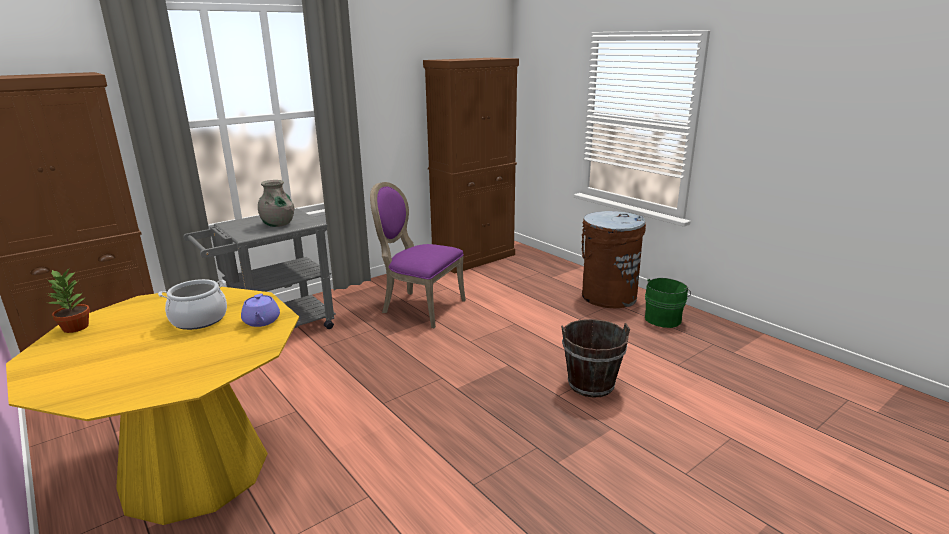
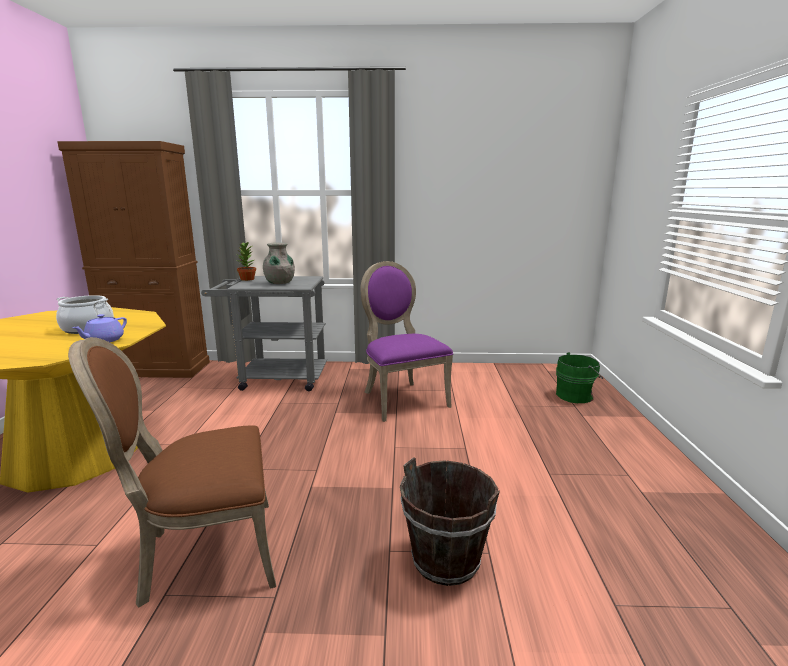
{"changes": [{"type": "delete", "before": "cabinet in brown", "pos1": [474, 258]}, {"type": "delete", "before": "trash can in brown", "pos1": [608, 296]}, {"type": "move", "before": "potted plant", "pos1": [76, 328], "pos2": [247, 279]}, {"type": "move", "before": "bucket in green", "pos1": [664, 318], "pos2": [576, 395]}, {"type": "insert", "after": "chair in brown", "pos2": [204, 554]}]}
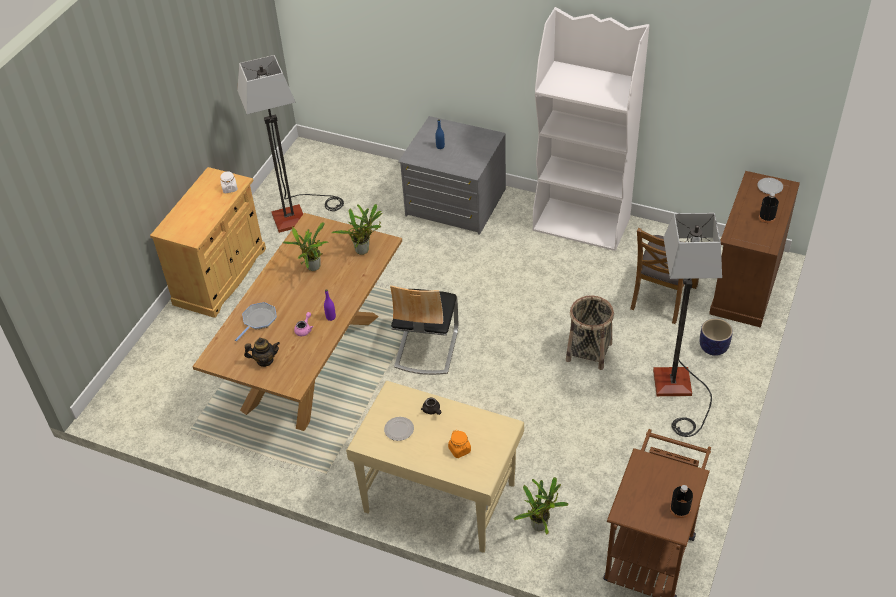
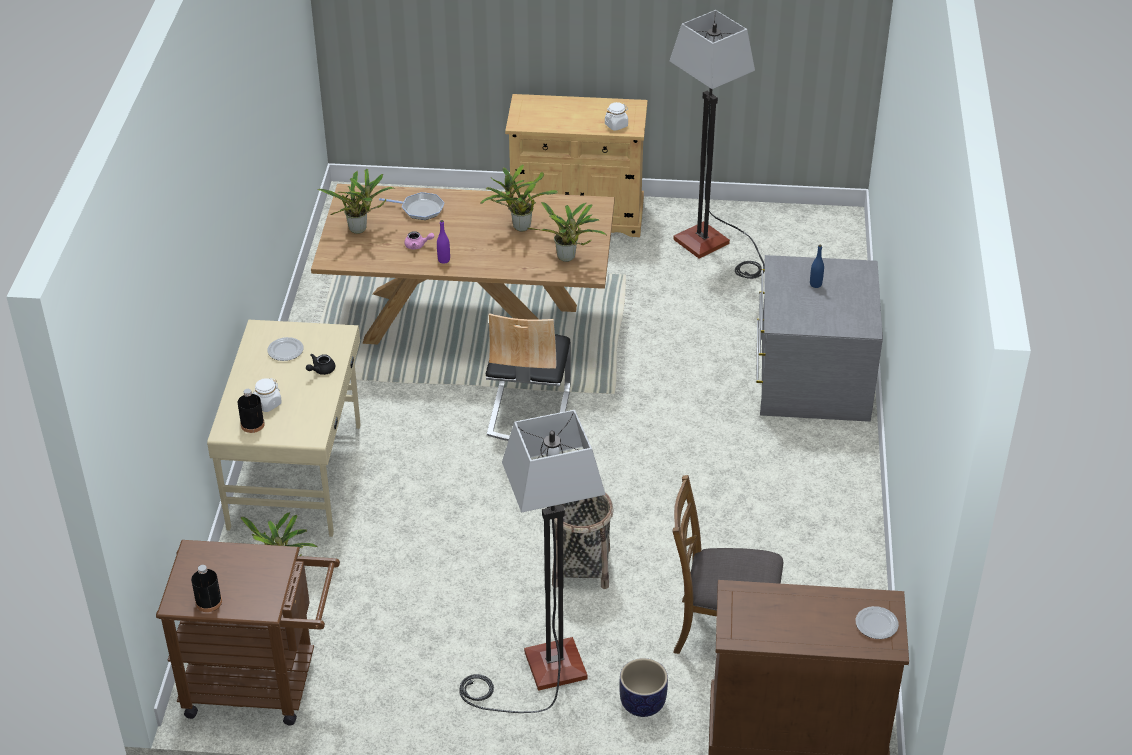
{"changes": [{"type": "delete", "before": "bookcase in white", "pos1": [582, 224]}, {"type": "move", "before": "bottle in black", "pos1": [767, 217], "pos2": [252, 424]}, {"type": "rotate", "before": "chair", "pos1": [426, 348], "pos2": [528, 411], "turn": -75}, {"type": "replace", "before": "teapot", "after": "potted plant", "pos1": [265, 360], "pos2": [360, 229]}, {"type": "recolor", "before": "jar in orange", "after": "jar in white", "pos1": [459, 450], "pos2": [267, 404]}]}
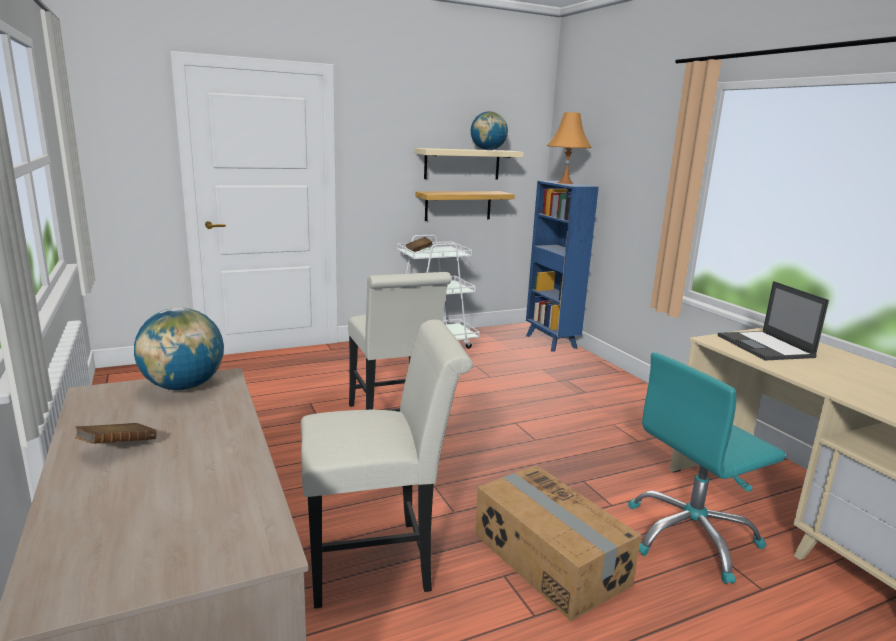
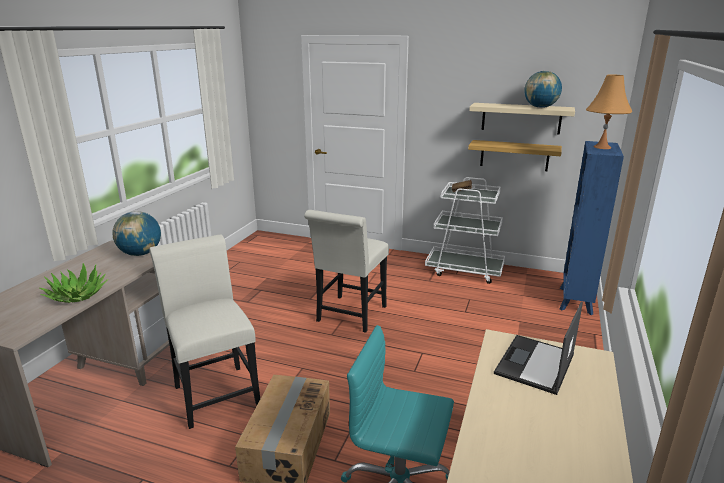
{"changes": [{"type": "rotate", "before": "chair in white", "pos1": [379, 560], "pos2": [214, 391], "turn": -150}, {"type": "delete", "before": "book in brown", "pos1": [118, 448]}, {"type": "insert", "after": "potted plant", "pos2": [77, 295]}]}
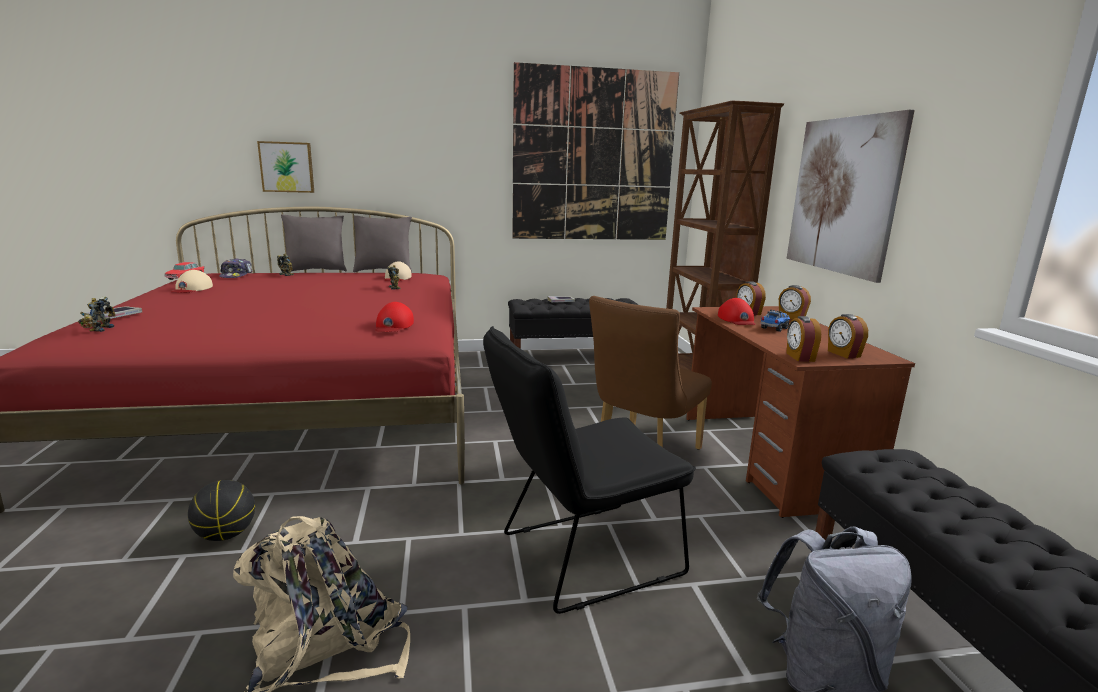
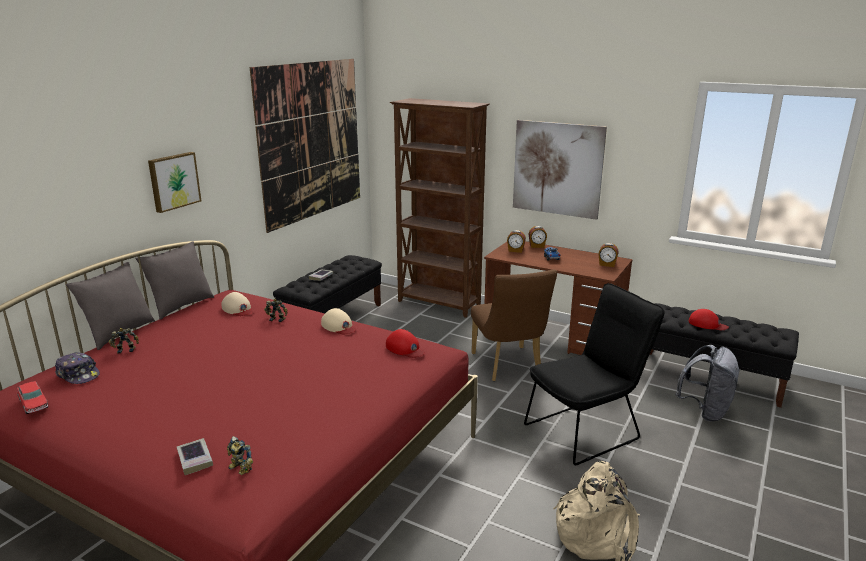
{"changes": [{"type": "move", "before": "picture", "pos1": [287, 167], "pos2": [173, 181]}, {"type": "move", "before": "cap in beige", "pos1": [192, 289], "pos2": [339, 326]}, {"type": "move", "before": "cap in red", "pos1": [737, 319], "pos2": [707, 324]}, {"type": "delete", "before": "alarm clock", "pos1": [799, 357]}, {"type": "rotate", "before": "chair in black", "pos1": [579, 557], "pos2": [587, 430], "turn": -135}, {"type": "delete", "before": "basketball", "pos1": [226, 535]}]}
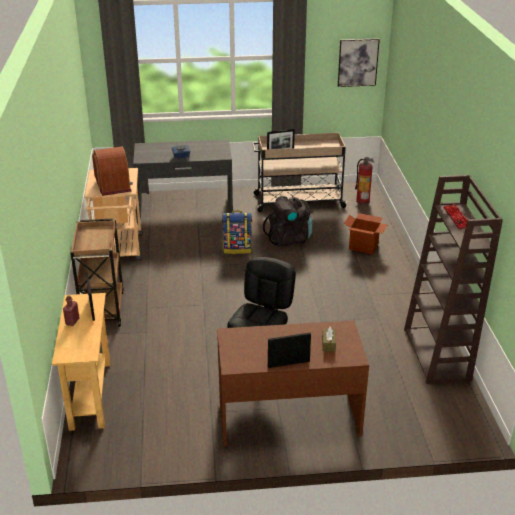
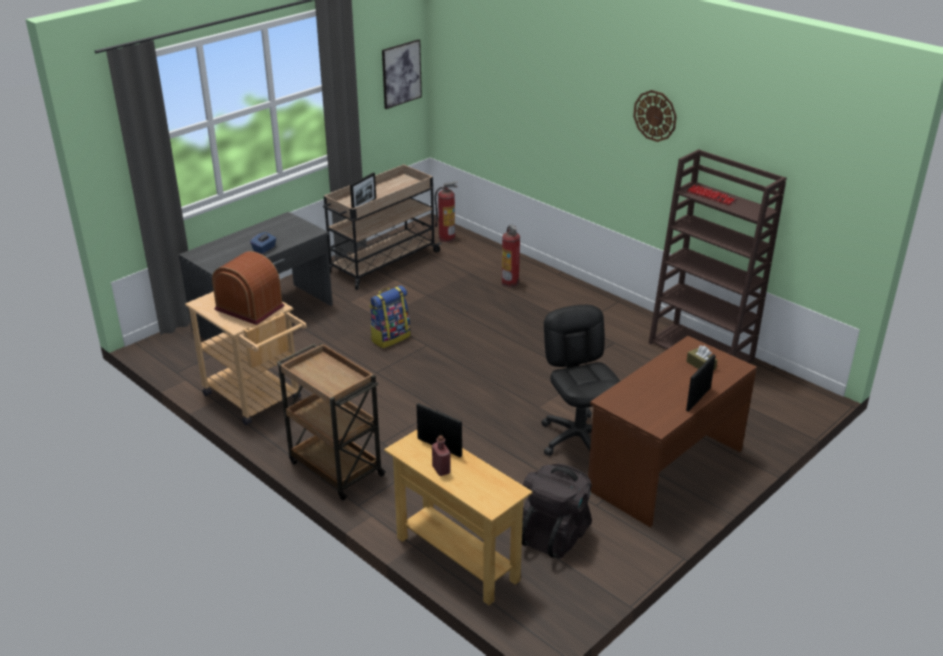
{"changes": [{"type": "move", "before": "backpack in black", "pos1": [289, 239], "pos2": [555, 534]}, {"type": "replace", "before": "cardboard box", "after": "fire extinguisher", "pos1": [363, 247], "pos2": [510, 283]}, {"type": "insert", "after": "wall clock", "pos2": [655, 115]}]}
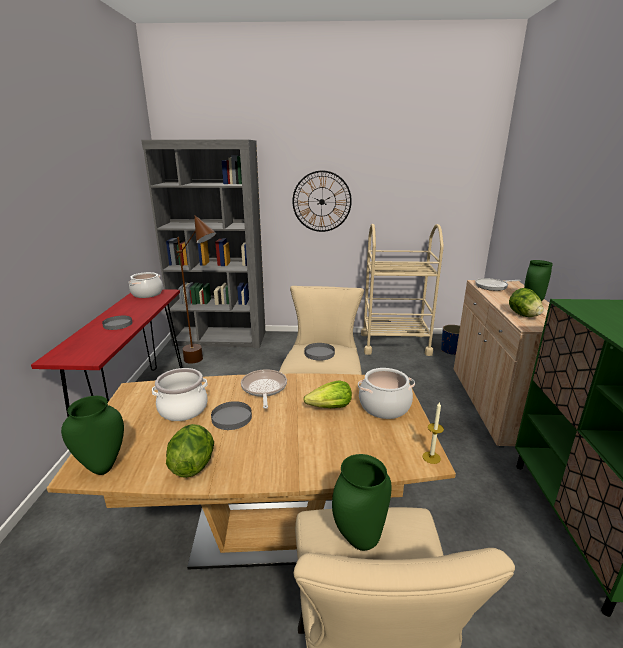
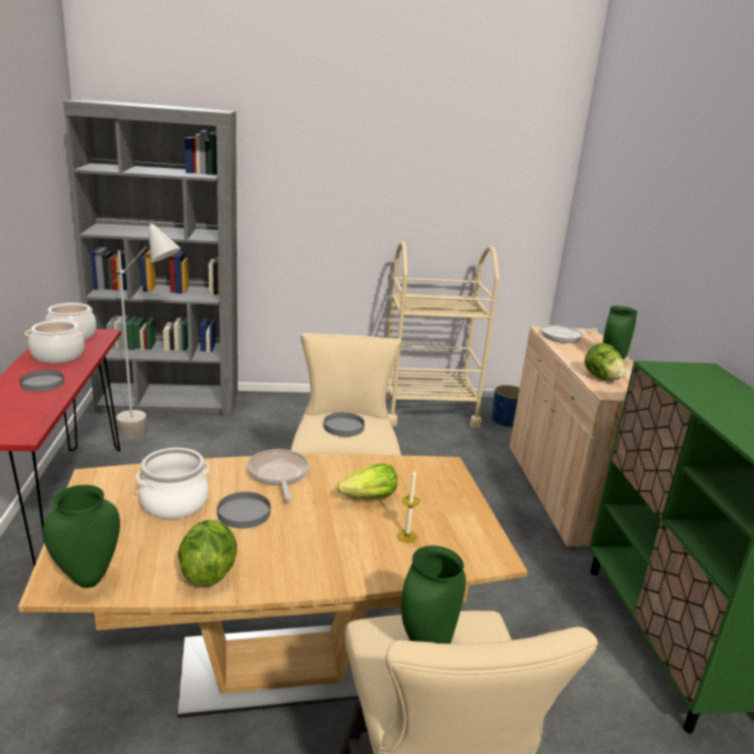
{"changes": [{"type": "delete", "before": "wall clock", "pos1": [321, 201]}, {"type": "recolor", "before": "floor lamp in brown", "after": "floor lamp in grey", "pos1": [205, 362], "pos2": [152, 438]}, {"type": "move", "before": "cooking pot", "pos1": [384, 406], "pos2": [57, 356]}, {"type": "move", "before": "candle", "pos1": [431, 457], "pos2": [407, 536]}]}
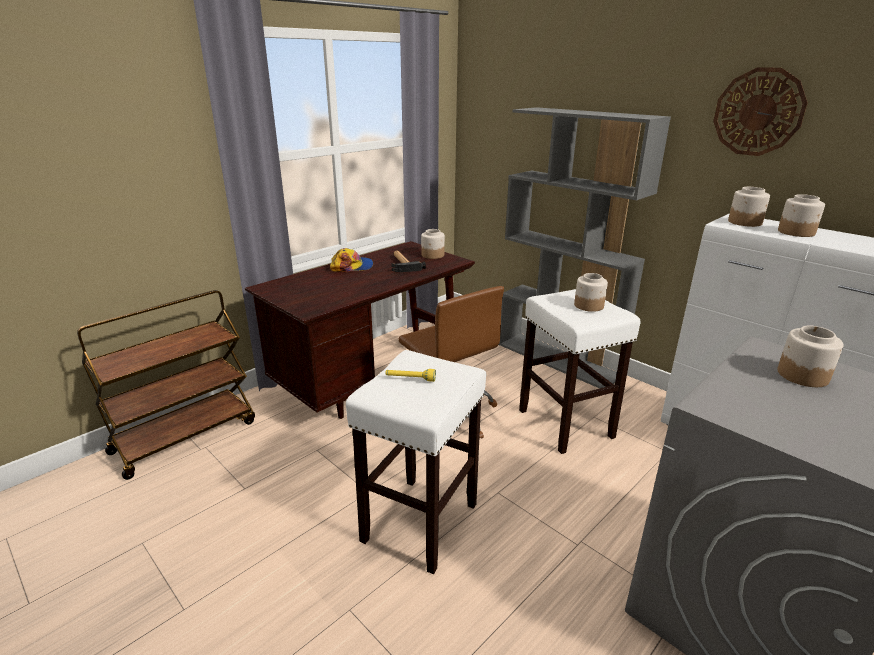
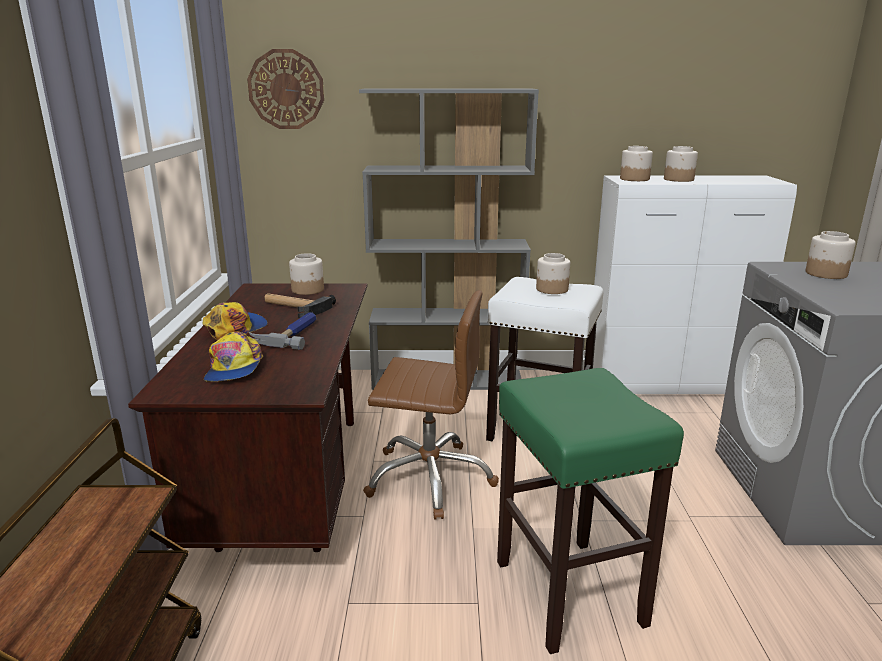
{"changes": [{"type": "move", "before": "wall clock", "pos1": [758, 112], "pos2": [286, 89]}, {"type": "recolor", "before": "stool in white", "after": "stool in green", "pos1": [420, 521], "pos2": [567, 591]}, {"type": "delete", "before": "flashlight in yellow", "pos1": [410, 379]}, {"type": "insert", "after": "hammer", "pos2": [291, 334]}, {"type": "insert", "after": "cap", "pos2": [234, 368]}]}
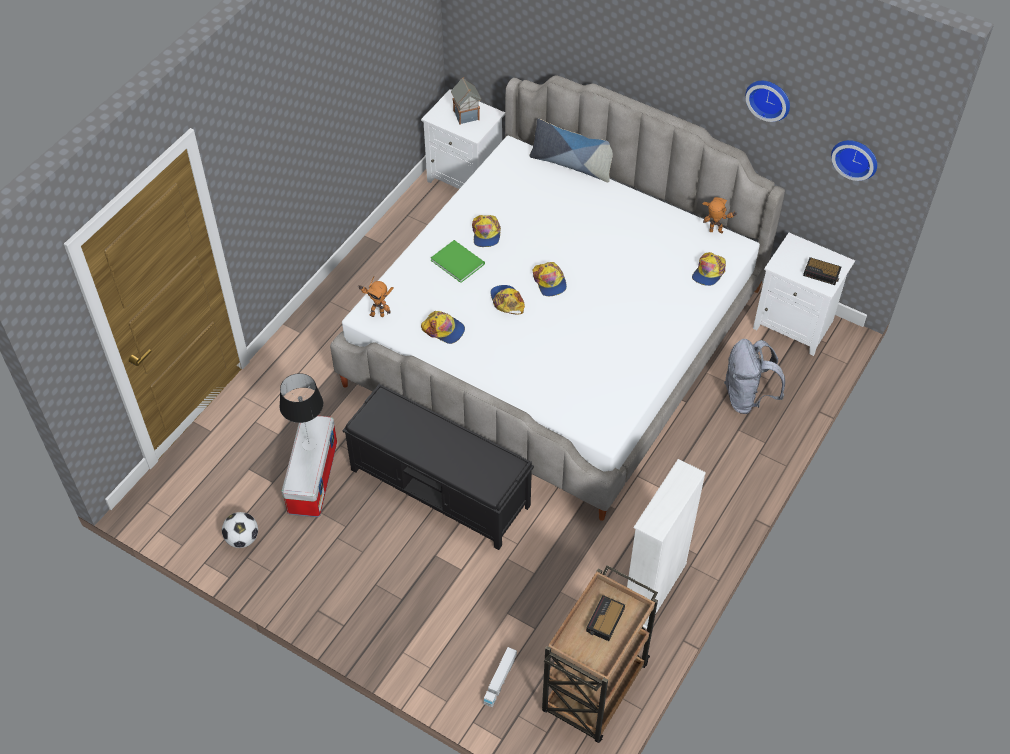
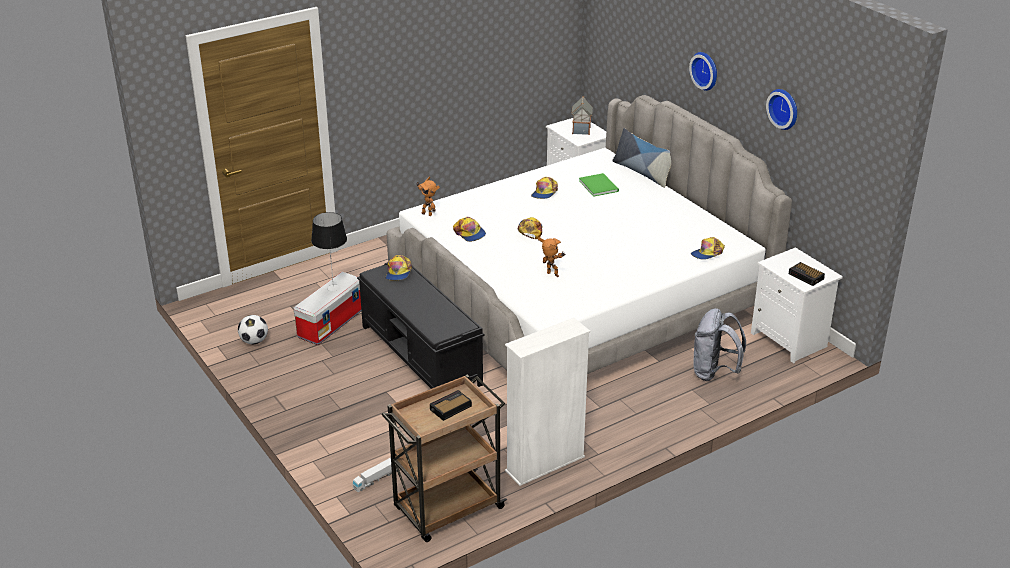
{"changes": [{"type": "move", "before": "wall clock", "pos1": [855, 157], "pos2": [706, 70]}, {"type": "move", "before": "toy robot", "pos1": [716, 233], "pos2": [552, 275]}, {"type": "move", "before": "book in green", "pos1": [457, 261], "pos2": [599, 185]}, {"type": "move", "before": "cap", "pos1": [549, 282], "pos2": [398, 272]}]}
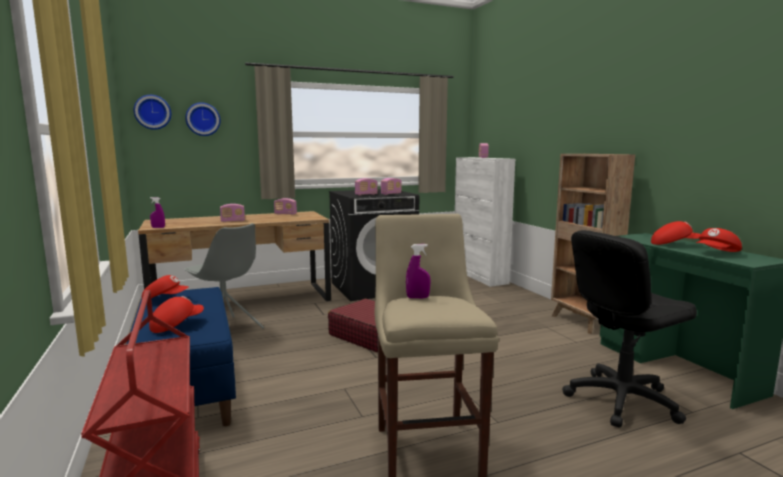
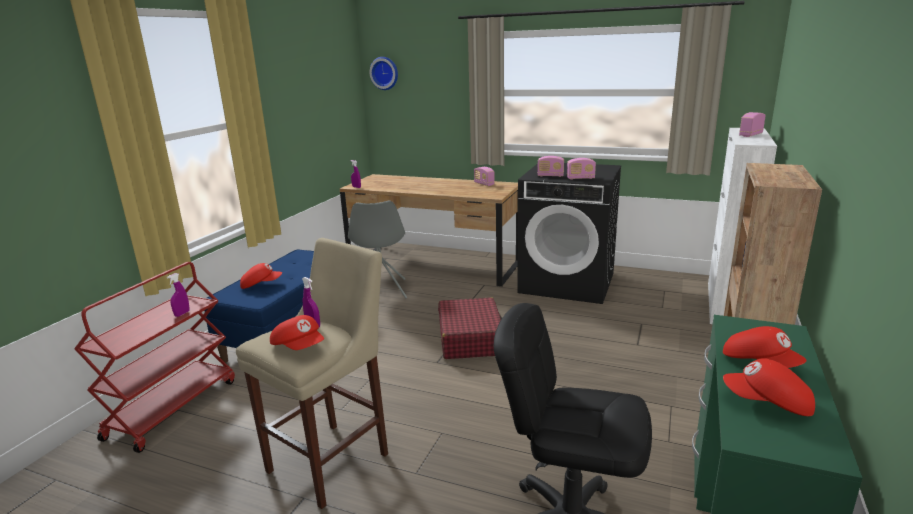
{"changes": [{"type": "delete", "before": "wall clock", "pos1": [203, 119]}, {"type": "delete", "before": "radio", "pos1": [233, 221]}, {"type": "move", "before": "cap in red", "pos1": [165, 299], "pos2": [300, 347]}, {"type": "insert", "after": "spray bottle in purple", "pos2": [182, 314]}]}
